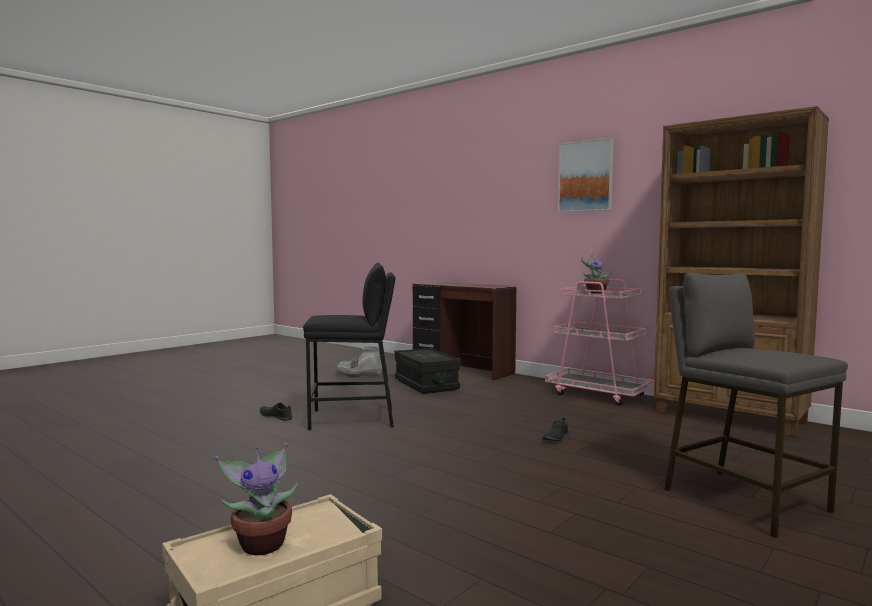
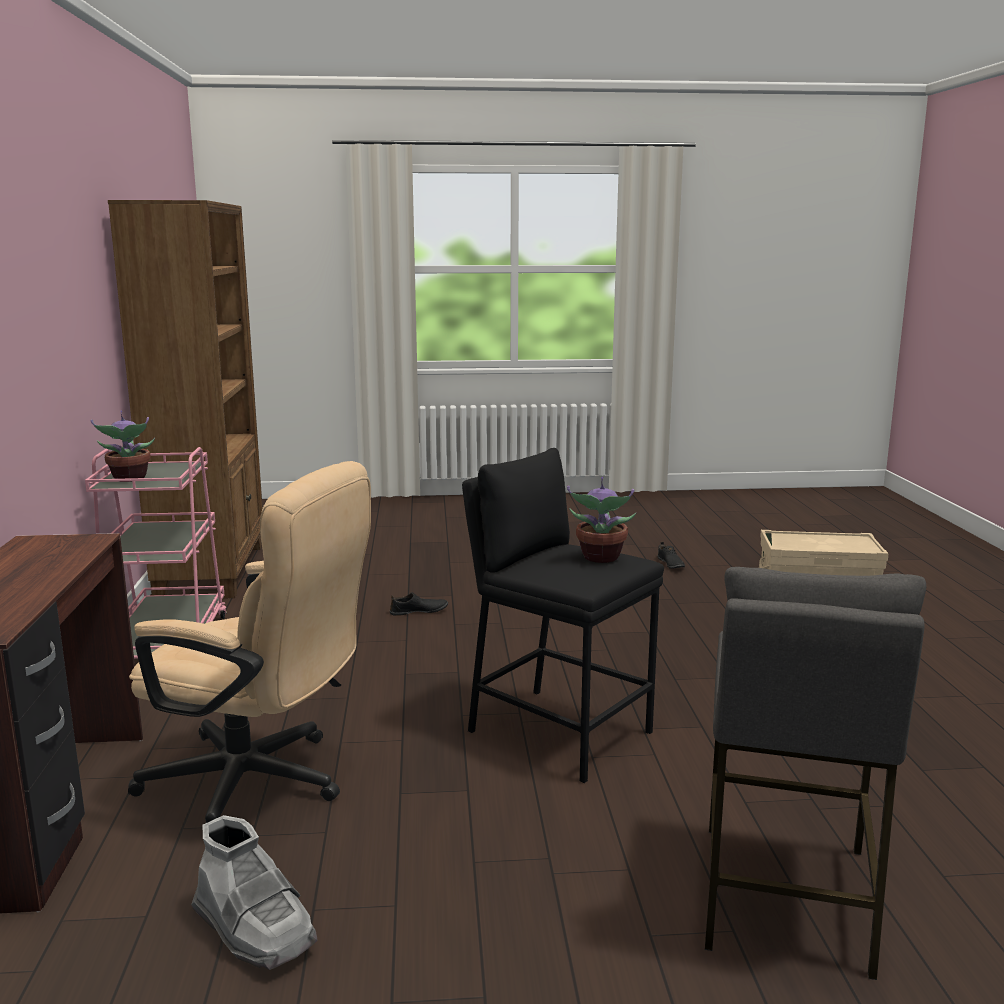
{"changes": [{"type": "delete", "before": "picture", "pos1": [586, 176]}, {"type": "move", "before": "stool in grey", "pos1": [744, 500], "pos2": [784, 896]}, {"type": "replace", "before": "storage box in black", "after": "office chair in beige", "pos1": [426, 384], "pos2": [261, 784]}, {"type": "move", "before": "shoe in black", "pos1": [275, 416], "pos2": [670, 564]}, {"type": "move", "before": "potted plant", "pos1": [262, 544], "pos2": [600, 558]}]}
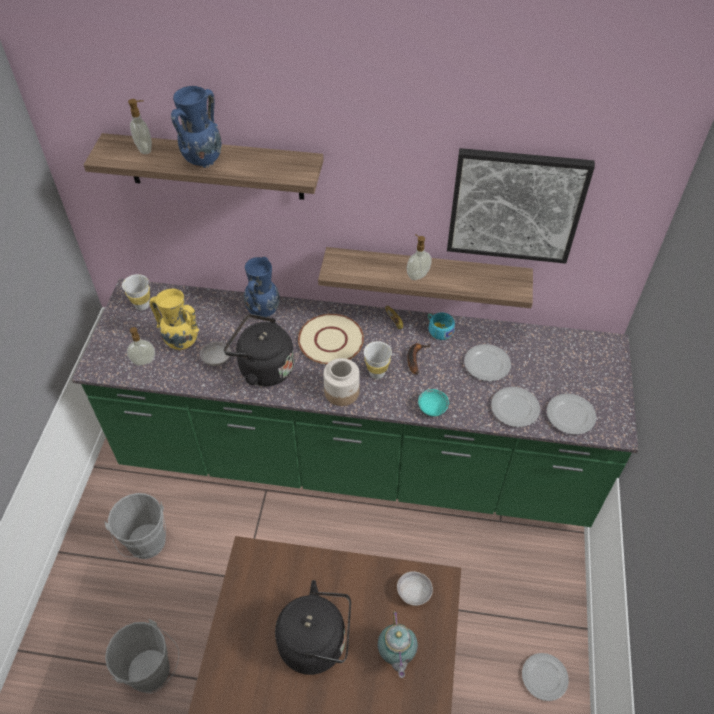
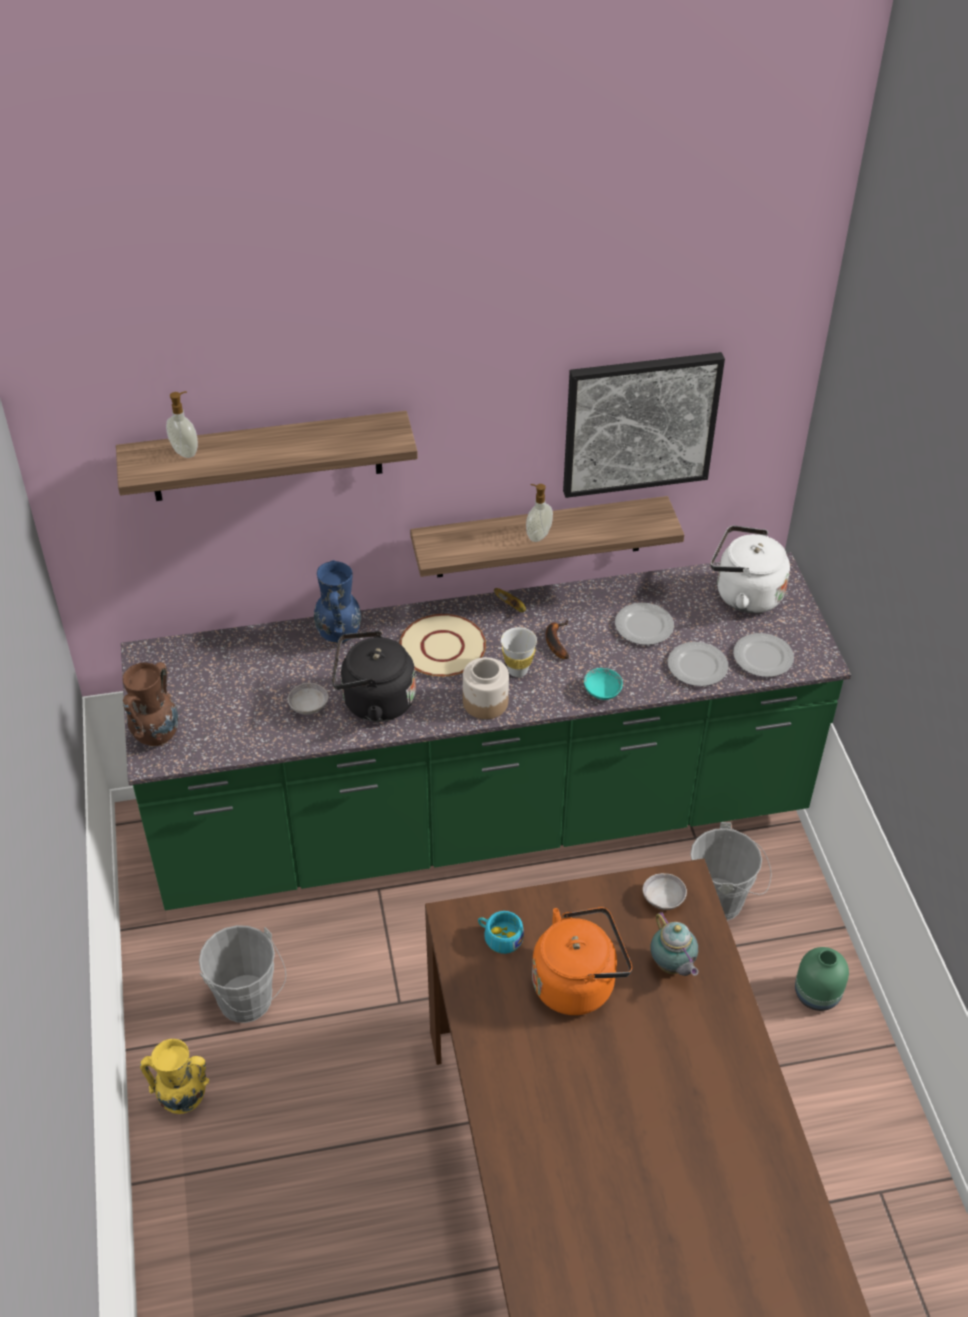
{"changes": [{"type": "delete", "before": "vase in blue", "pos1": [202, 161]}, {"type": "delete", "before": "cup in white", "pos1": [142, 305]}, {"type": "move", "before": "vase in yellow", "pos1": [182, 342], "pos2": [183, 1099]}, {"type": "move", "before": "cup in turquoise", "pos1": [438, 329], "pos2": [499, 937]}, {"type": "delete", "before": "soap dispenser", "pos1": [144, 362]}, {"type": "recolor", "before": "kettle in black", "after": "kettle in orange", "pos1": [317, 643], "pos2": [578, 982]}, {"type": "move", "before": "bucket in grey", "pos1": [153, 673], "pos2": [723, 901]}, {"type": "replace", "before": "plate", "after": "vase in green", "pos1": [544, 678], "pos2": [816, 995]}, {"type": "insert", "after": "kettle in white", "pos2": [744, 594]}, {"type": "insert", "after": "vase in brown", "pos2": [156, 737]}]}
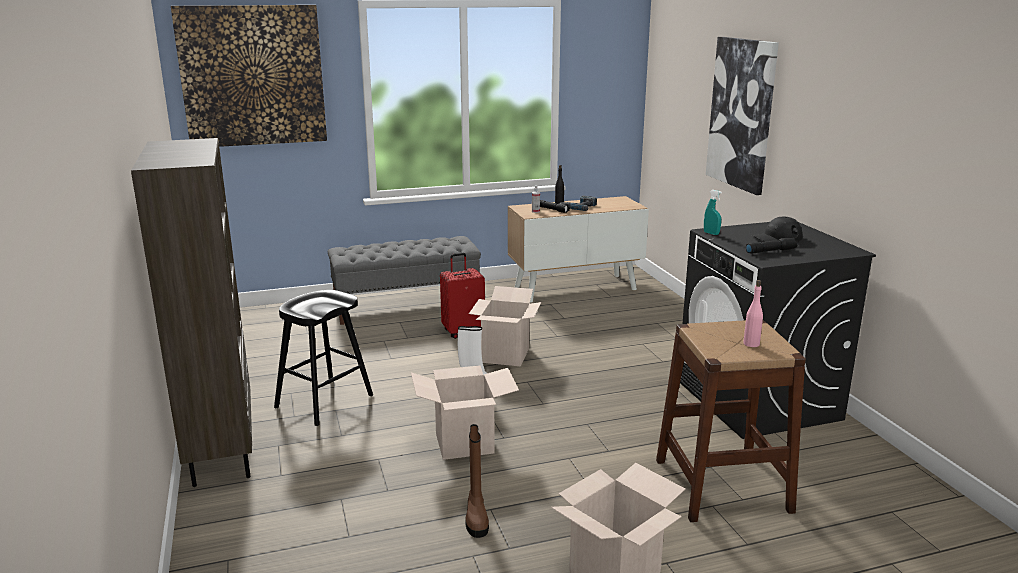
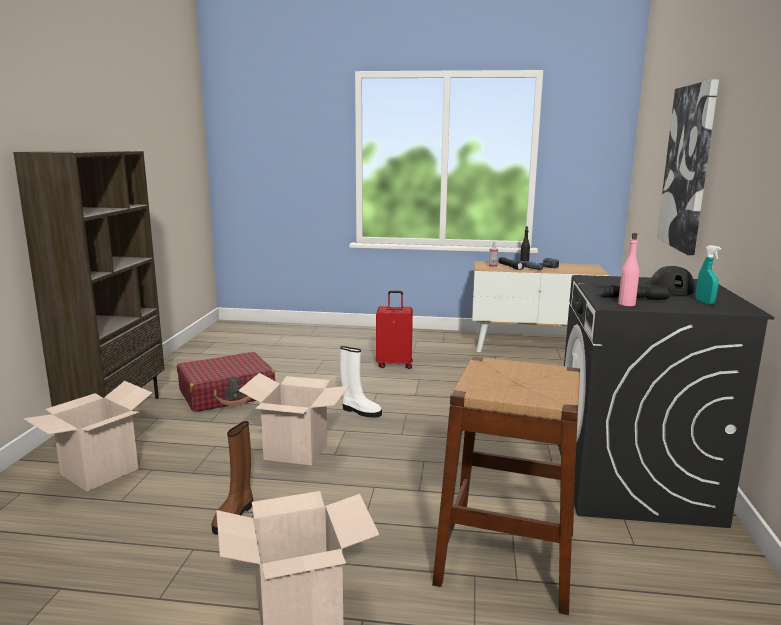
{"changes": [{"type": "delete", "before": "picture", "pos1": [252, 76]}, {"type": "move", "before": "spray bottle in turquoise", "pos1": [711, 233], "pos2": [704, 302]}, {"type": "delete", "before": "bench in grey", "pos1": [407, 307]}, {"type": "move", "before": "bottle in pink", "pos1": [751, 344], "pos2": [626, 304]}, {"type": "move", "before": "cardboard box", "pos1": [505, 355], "pos2": [99, 471]}, {"type": "replace", "before": "stool in black", "after": "suitcase in red", "pos1": [324, 401], "pos2": [227, 394]}]}
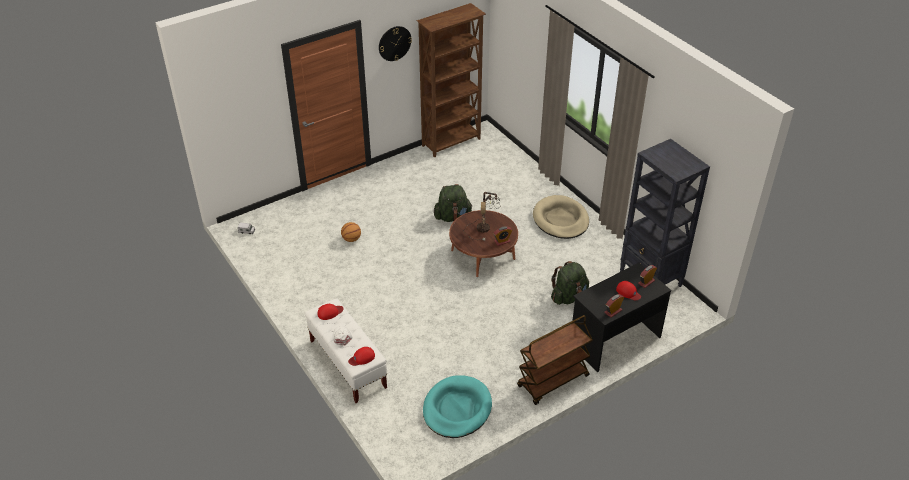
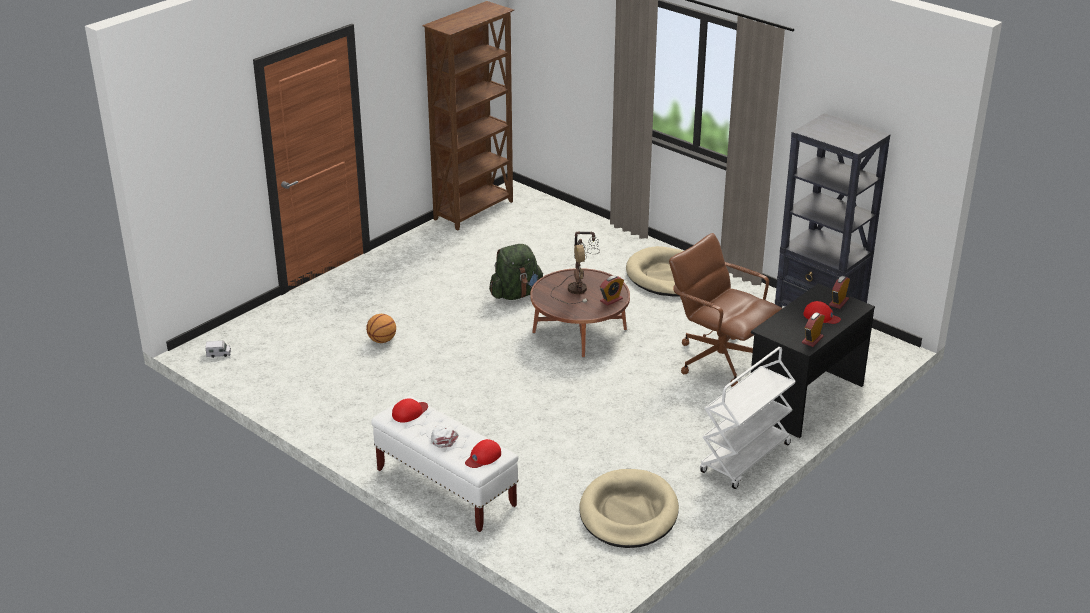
{"changes": [{"type": "delete", "before": "wall clock", "pos1": [394, 43]}, {"type": "replace", "before": "backpack in green", "after": "office chair in brown", "pos1": [568, 296], "pos2": [719, 360]}, {"type": "recolor", "before": "cart in brown", "after": "cart in white", "pos1": [553, 382], "pos2": [745, 459]}, {"type": "recolor", "before": "dog bed in turquoise", "after": "dog bed in beige", "pos1": [457, 409], "pos2": [628, 513]}]}
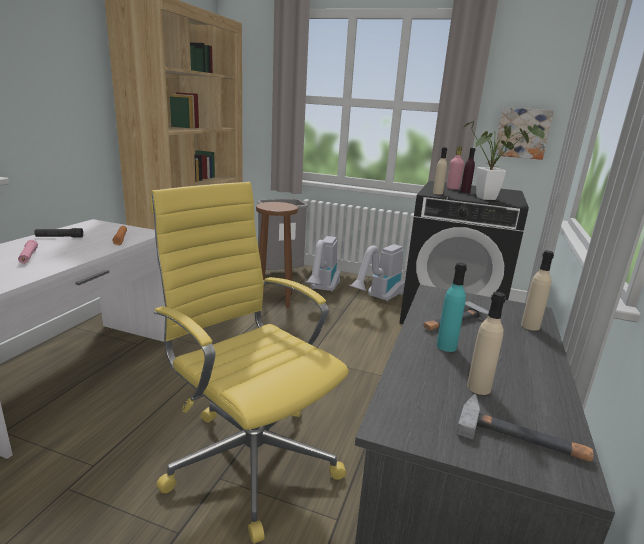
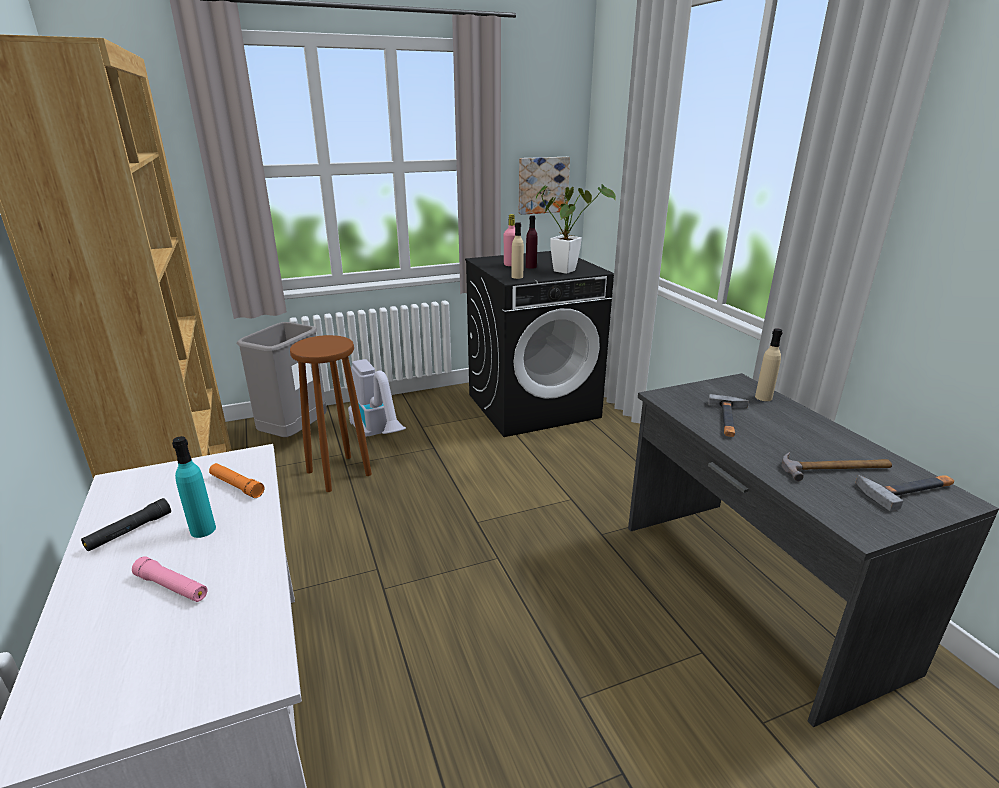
{"changes": [{"type": "delete", "before": "office chair in yellow", "pos1": [250, 457]}, {"type": "delete", "before": "vacuum cleaner", "pos1": [378, 299]}, {"type": "move", "before": "bottle in turquoise", "pos1": [446, 346], "pos2": [203, 530]}, {"type": "replace", "before": "bottle in beige", "after": "hammer", "pos1": [478, 387], "pos2": [835, 468]}]}
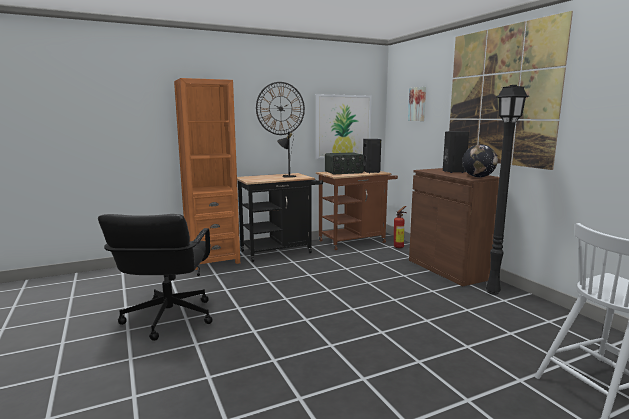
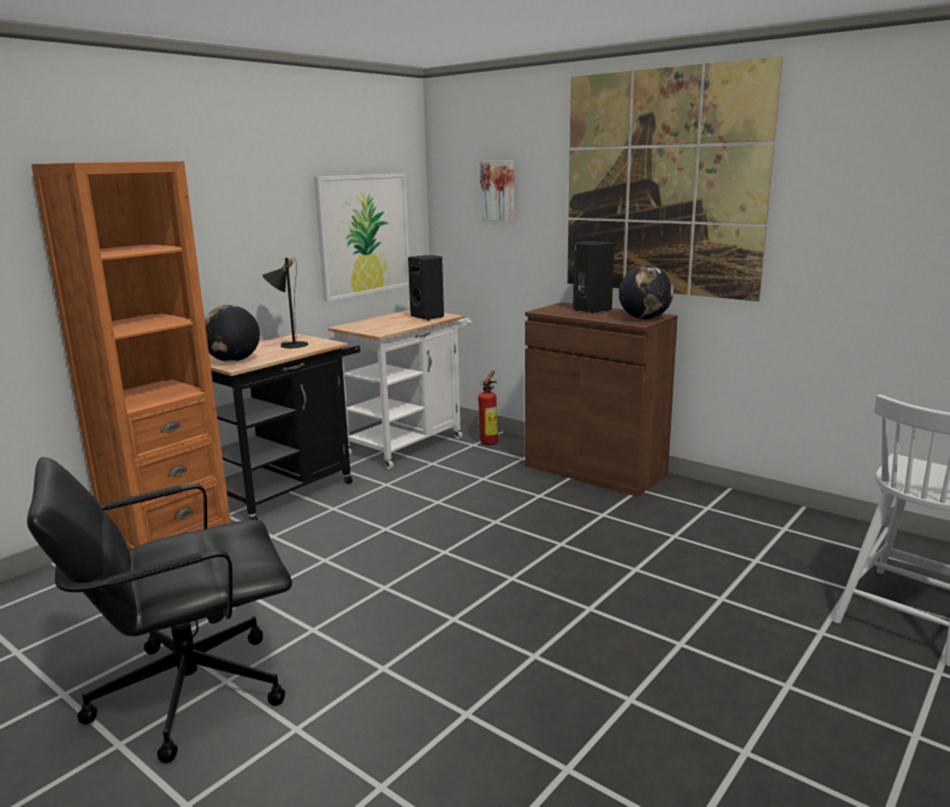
{"changes": [{"type": "delete", "before": "wall clock", "pos1": [280, 108]}, {"type": "delete", "before": "floor lamp in black", "pos1": [494, 292]}, {"type": "delete", "before": "radio", "pos1": [344, 172]}, {"type": "recolor", "before": "cart in brown", "after": "cart in white", "pos1": [355, 241], "pos2": [409, 444]}, {"type": "rotate", "before": "office chair in black", "pos1": [168, 318], "pos2": [187, 692], "turn": 90}, {"type": "insert", "after": "globe", "pos2": [233, 361]}]}
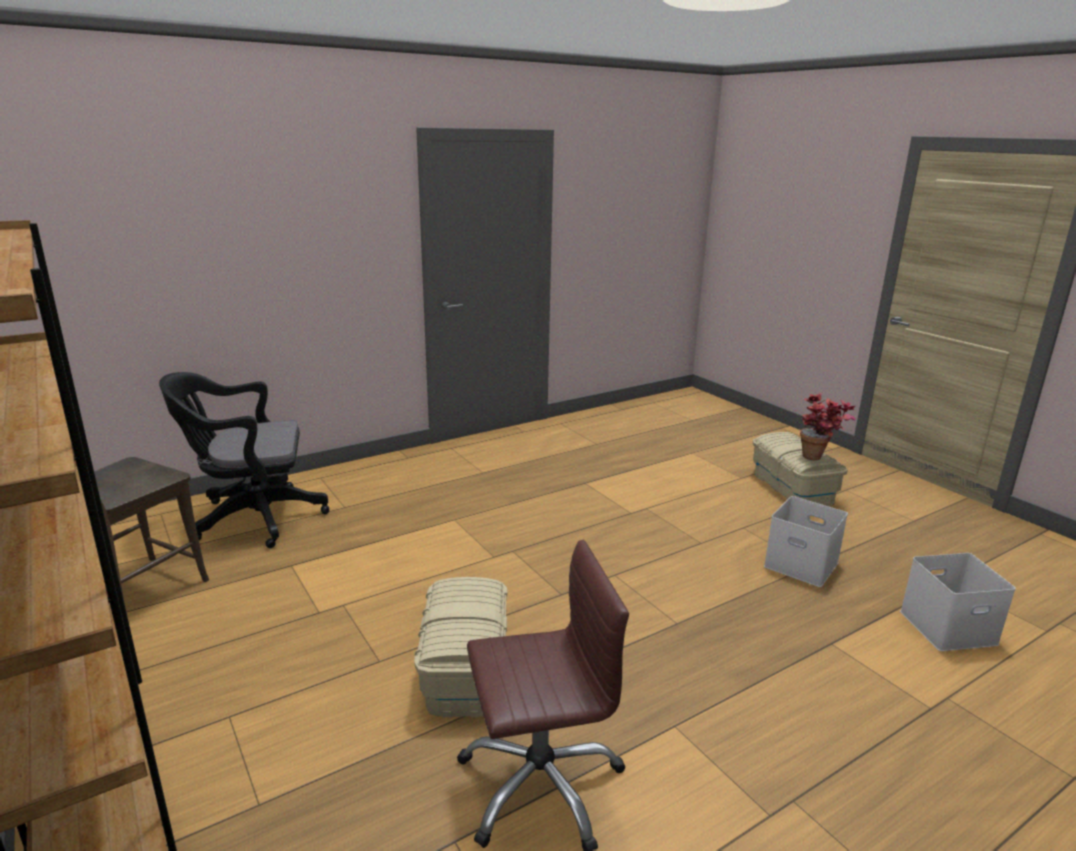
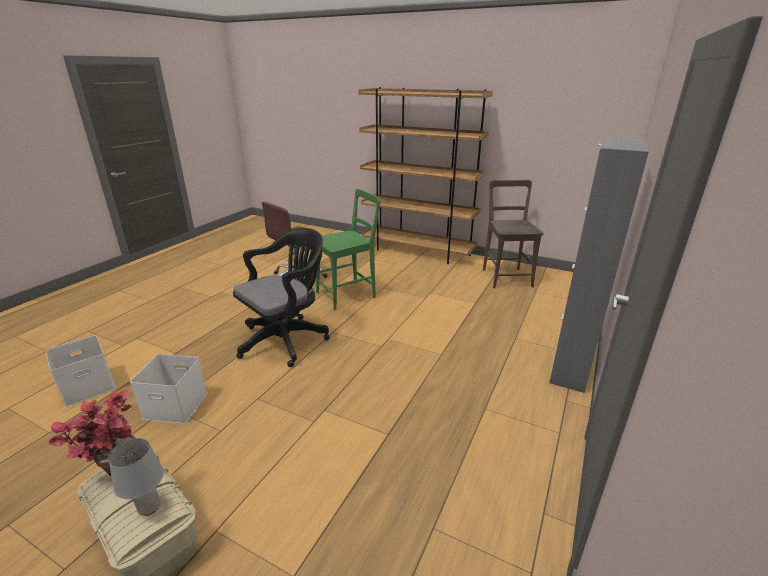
{"changes": [{"type": "move", "before": "office chair in black", "pos1": [252, 518], "pos2": [287, 339]}, {"type": "replace", "before": "storage box in beige", "after": "chair in green", "pos1": [464, 669], "pos2": [349, 294]}, {"type": "insert", "after": "cabinet in grey", "pos2": [570, 367]}, {"type": "insert", "after": "table lamp in grey", "pos2": [149, 508]}]}
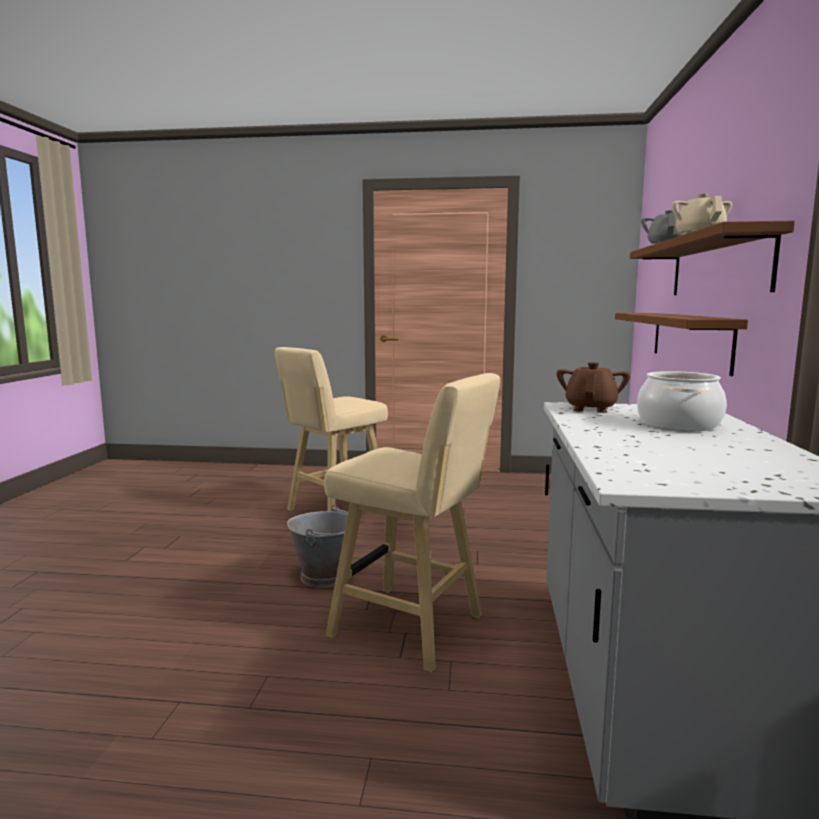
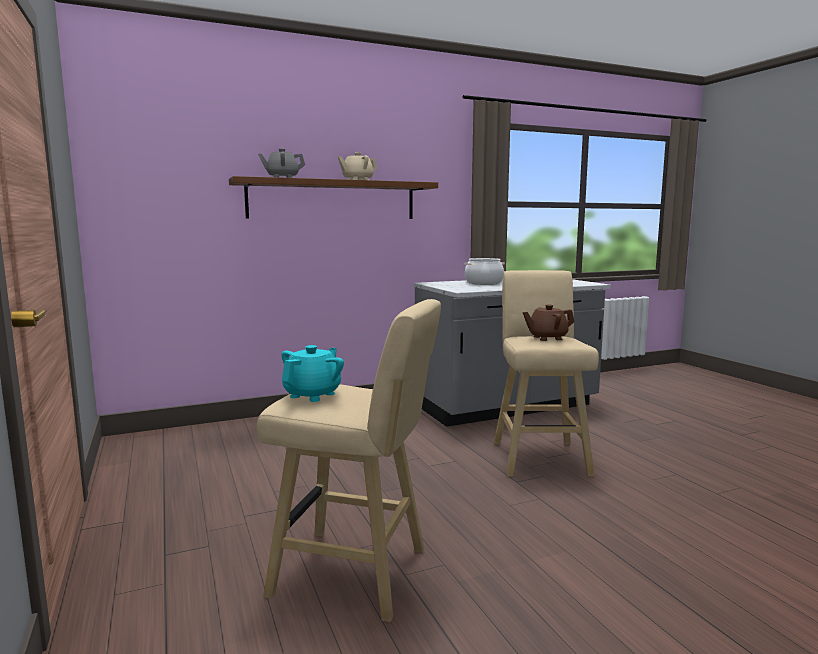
{"changes": [{"type": "delete", "before": "shelf in brown", "pos1": [689, 339]}, {"type": "move", "before": "teapot in brown", "pos1": [591, 409], "pos2": [547, 338]}, {"type": "delete", "before": "bucket in grey", "pos1": [324, 576]}, {"type": "insert", "after": "teapot in turquoise", "pos2": [313, 395]}]}
